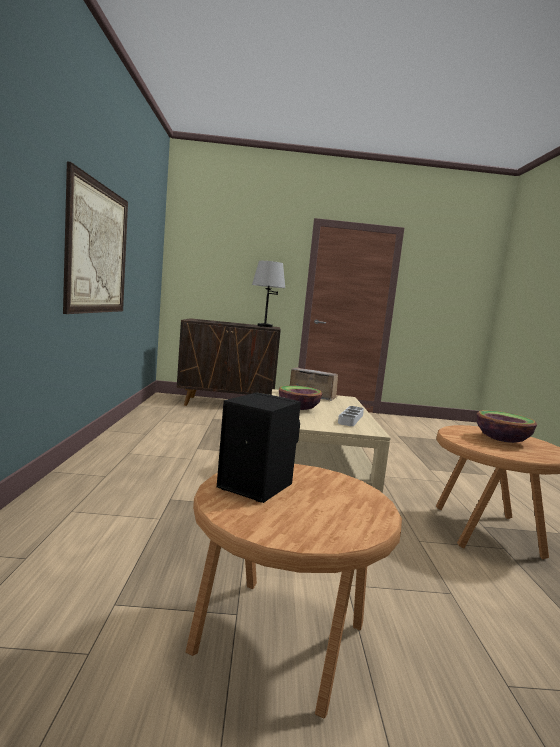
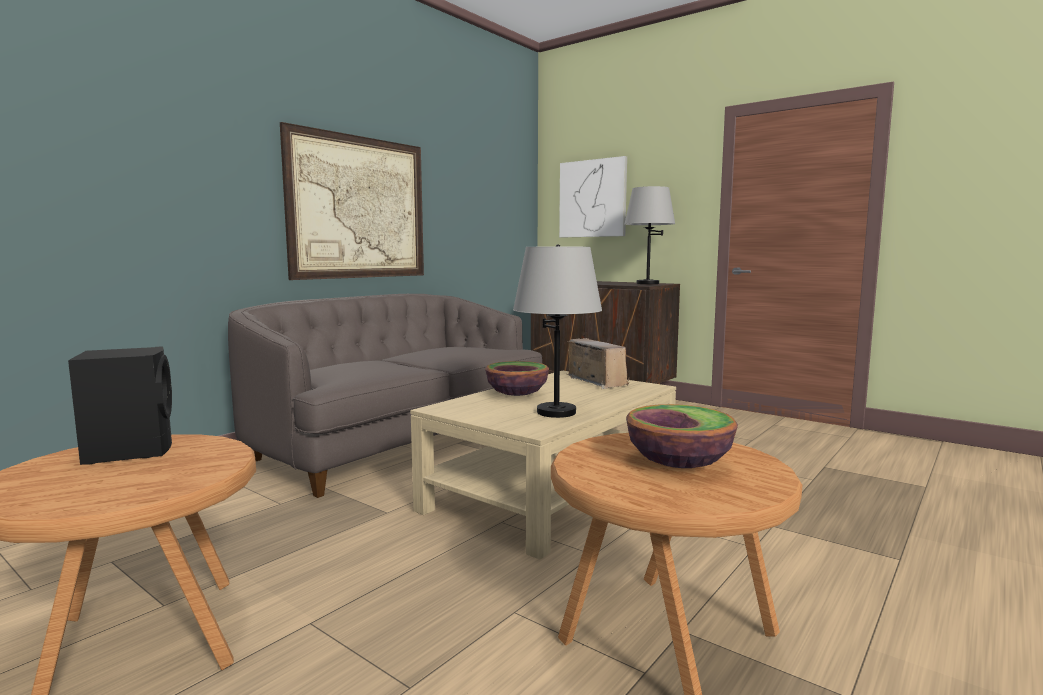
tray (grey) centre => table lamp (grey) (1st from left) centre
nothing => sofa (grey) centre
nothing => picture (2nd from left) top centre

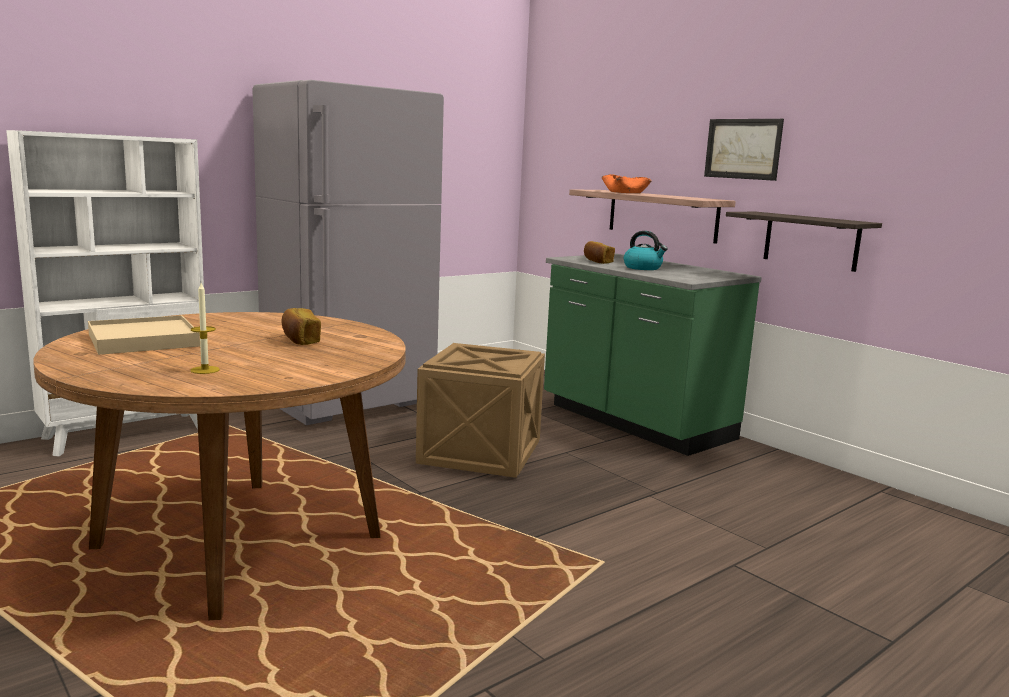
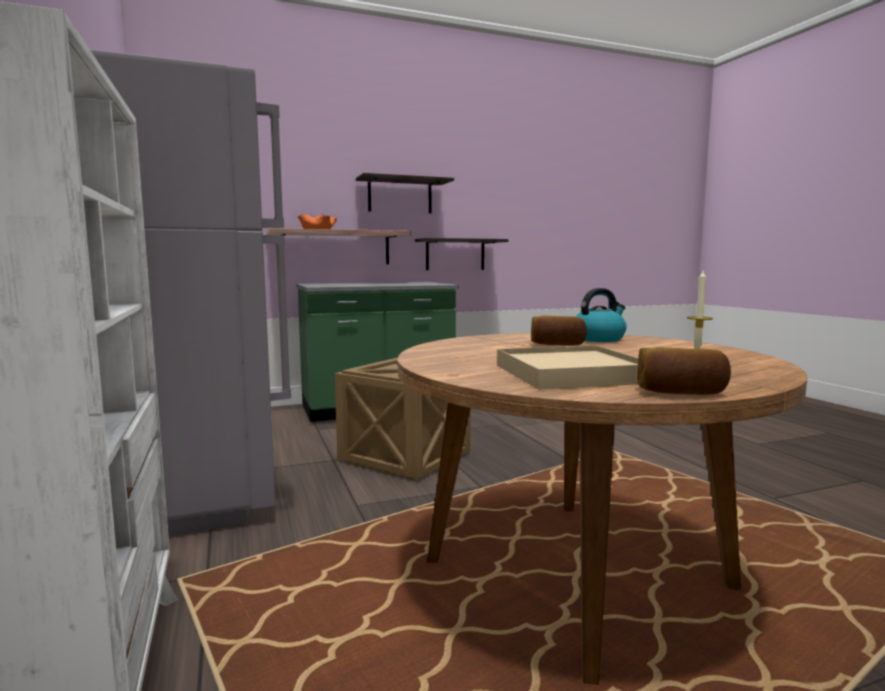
bread (2nd from left) centre => bread (2nd from left) middle right, move
kettle centre => kettle middle right, move
picture top right => shelf (2nd from left) top centre

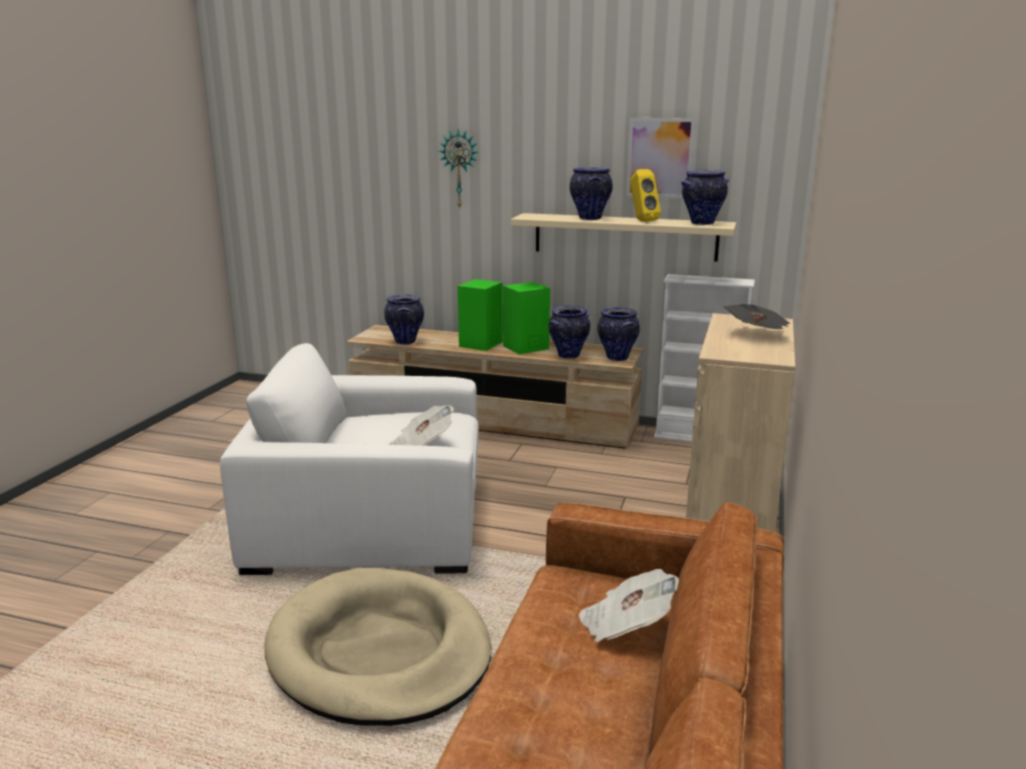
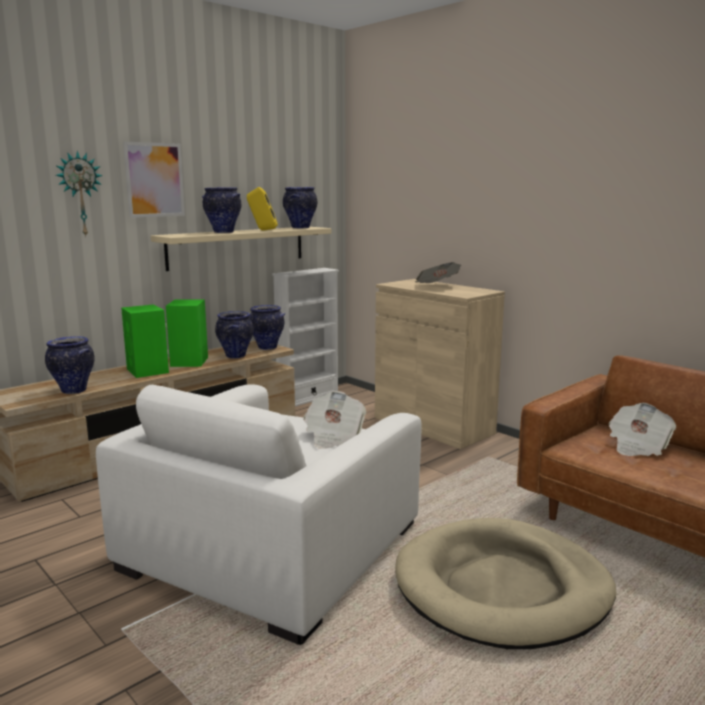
picture top centre => picture top left, move

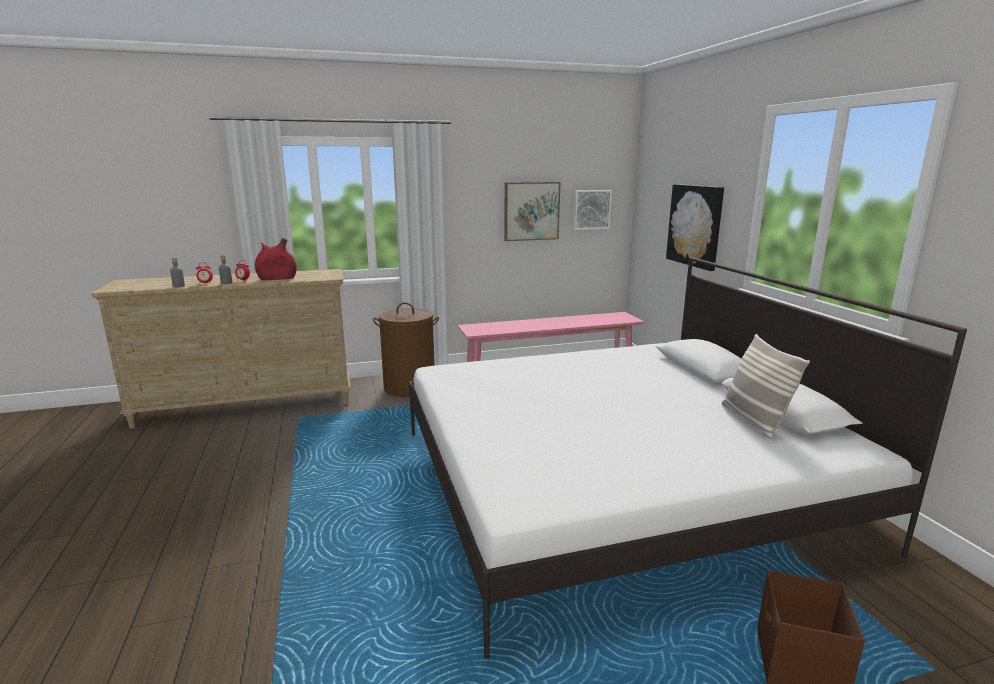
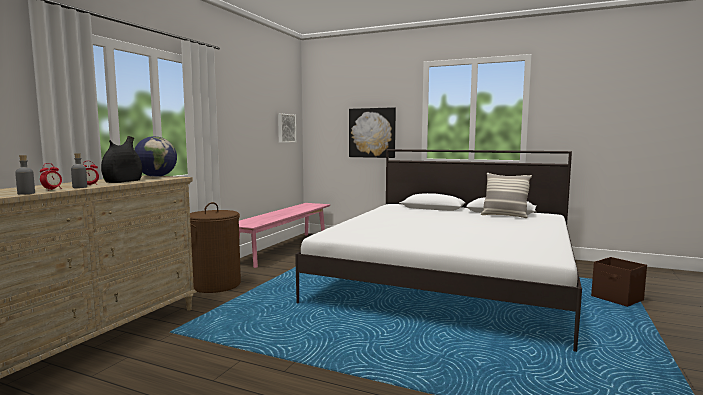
vase (red) middle left => vase (black) middle left
picture (1st from left) top centre => nothing
nothing => globe middle left

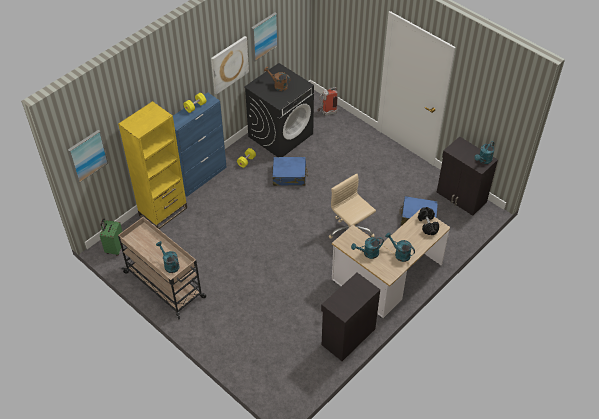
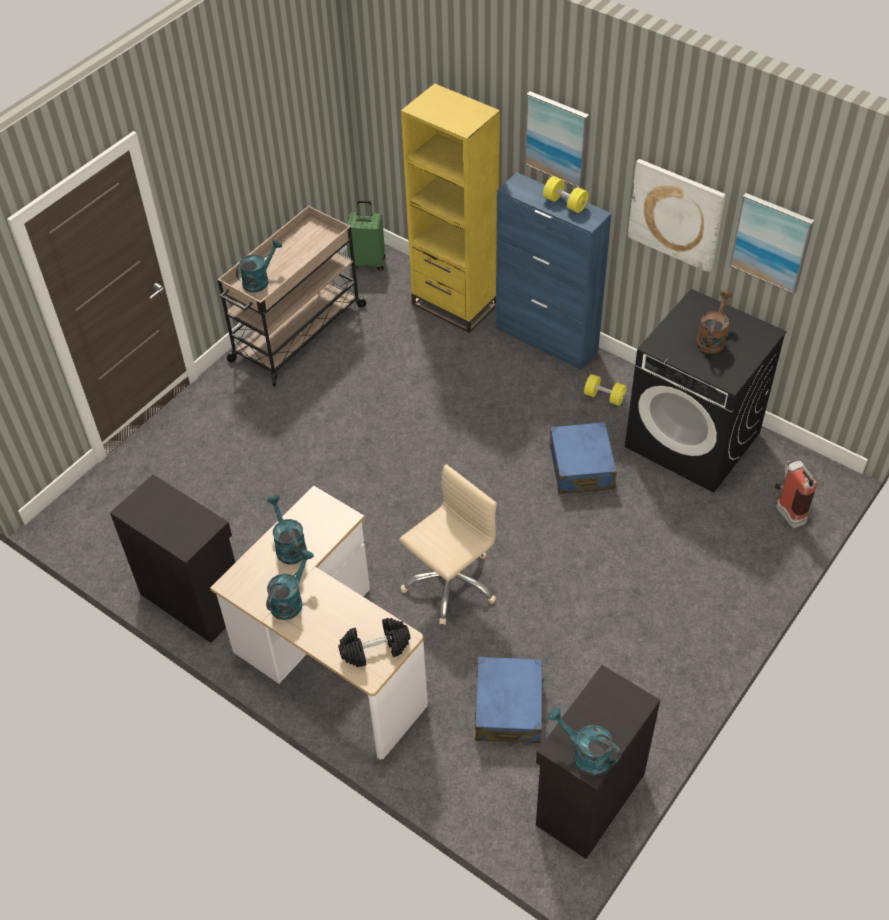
picture (1st from left) middle left => picture (1st from left) top centre, move

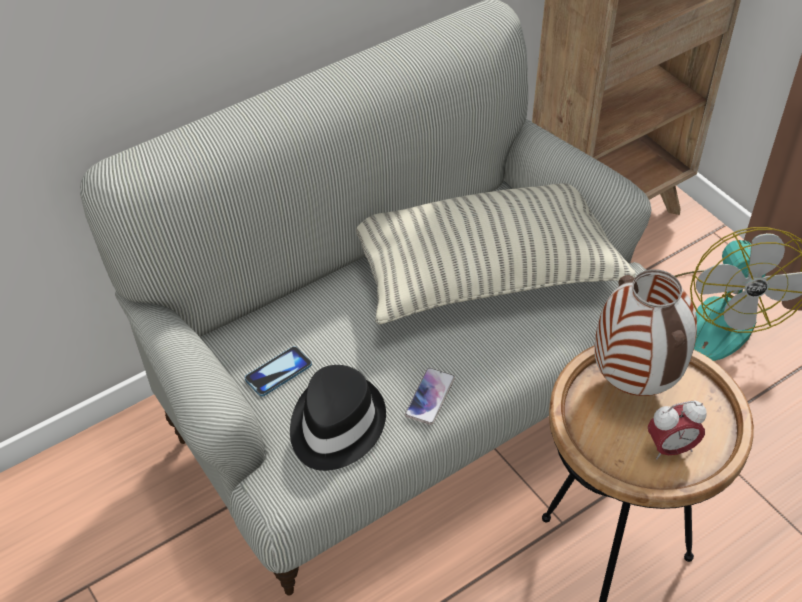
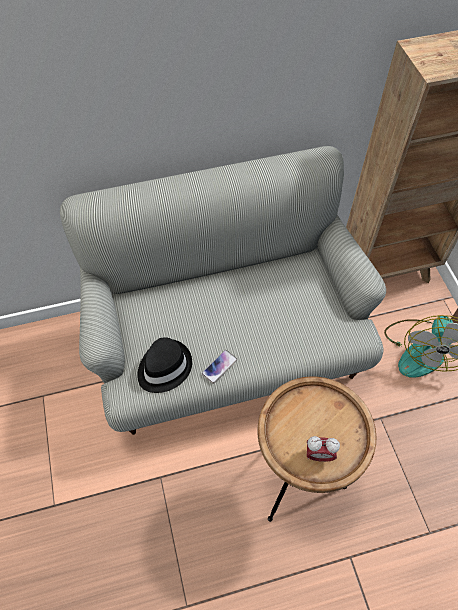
phone (1st from left) centre => nothing
pillow centre => nothing
vase middle right => nothing

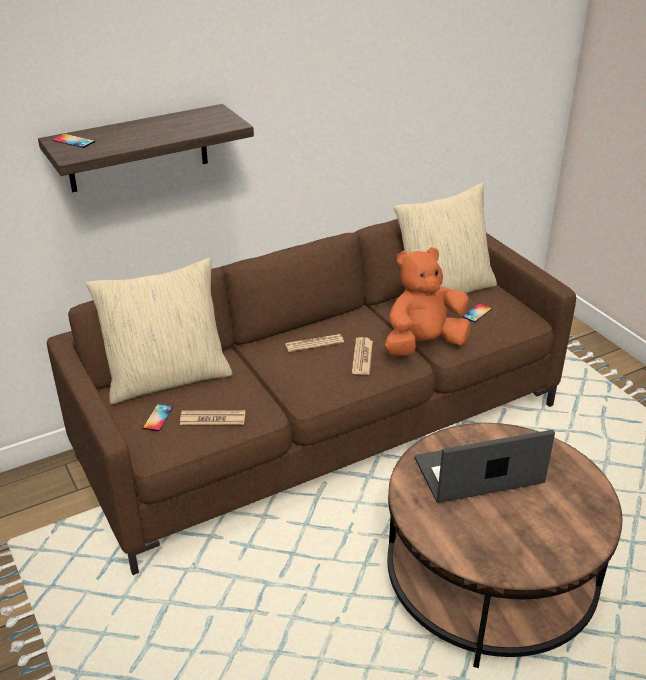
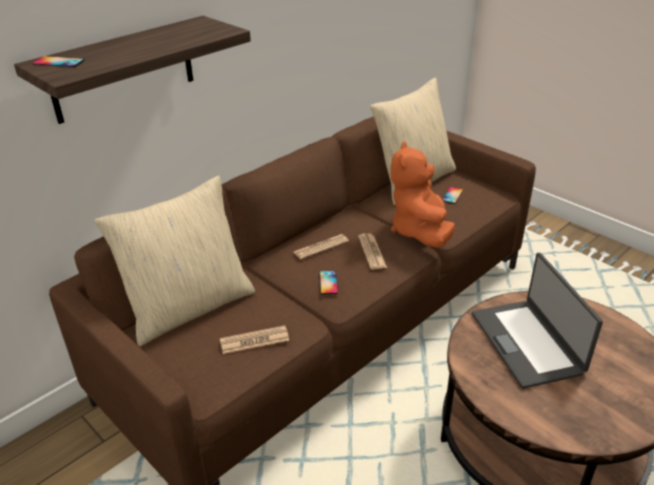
phone (2nd from left) middle left => phone (2nd from left) centre, move
plush toy (orange) centre, 45 degrees counterclockwise
laptop bottom right => laptop middle right, 75 degrees counterclockwise

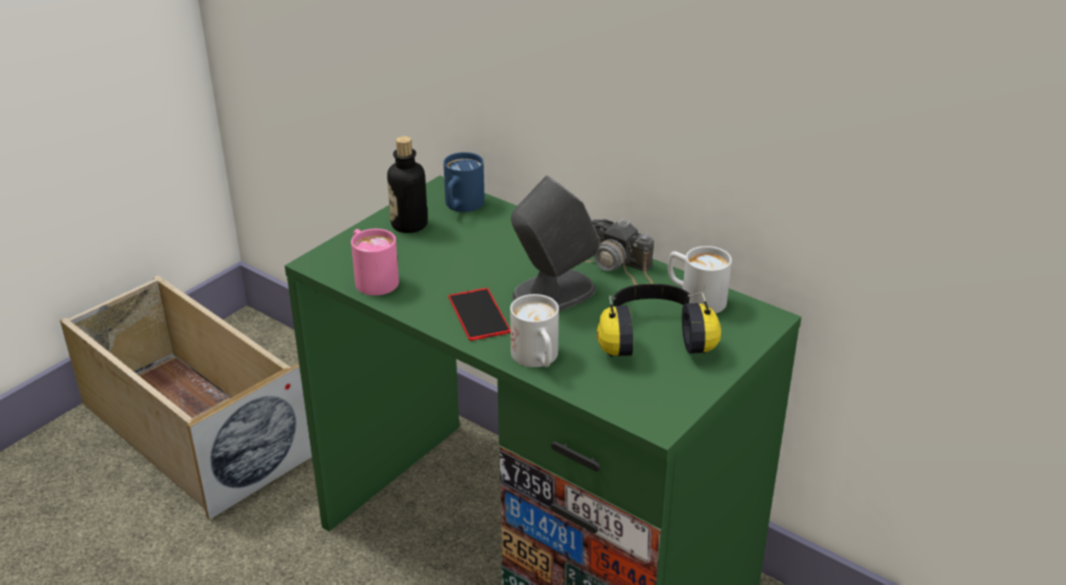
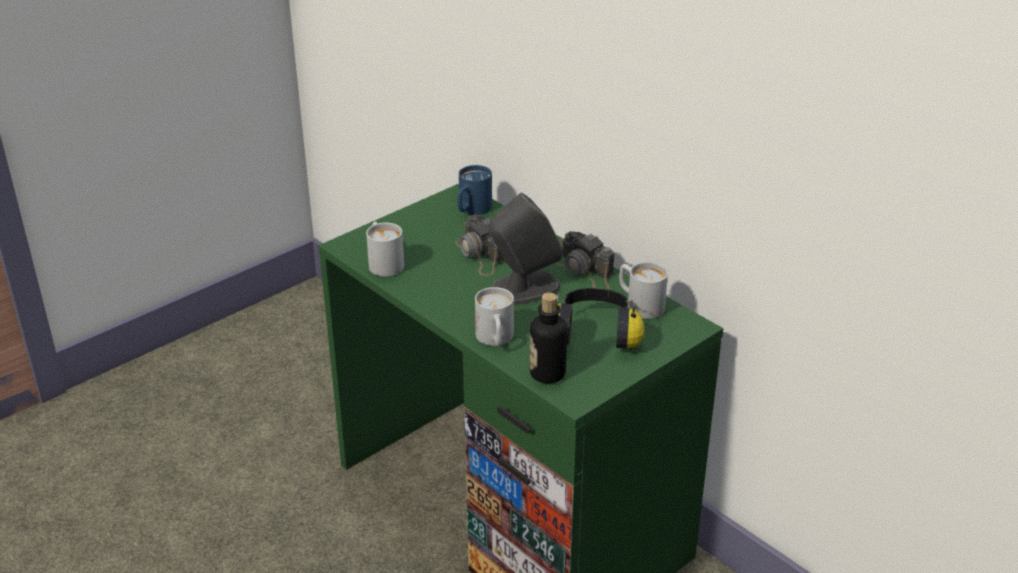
storage box (beige) bottom left => nothing
mug (pink) centre => mug (white) (1st from left) centre
bottle top centre => bottle centre, move
phone centre => nothing
nothing => photo camera (1st from left) centre

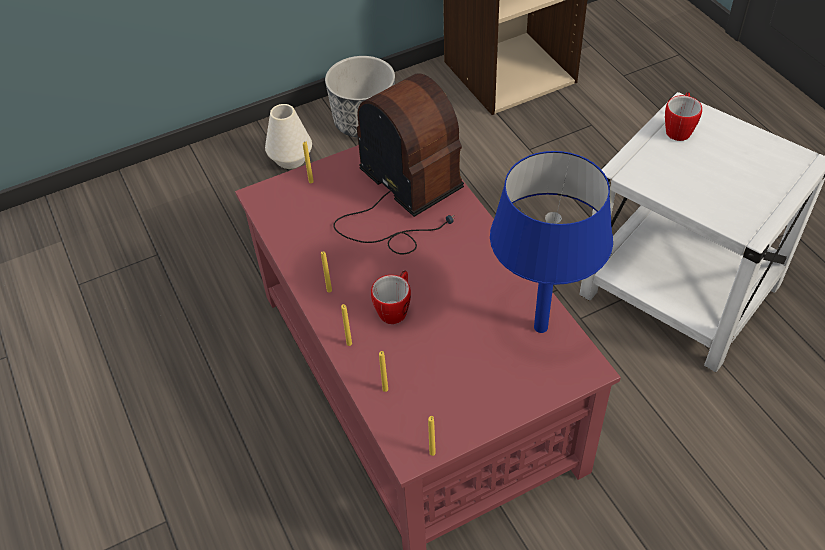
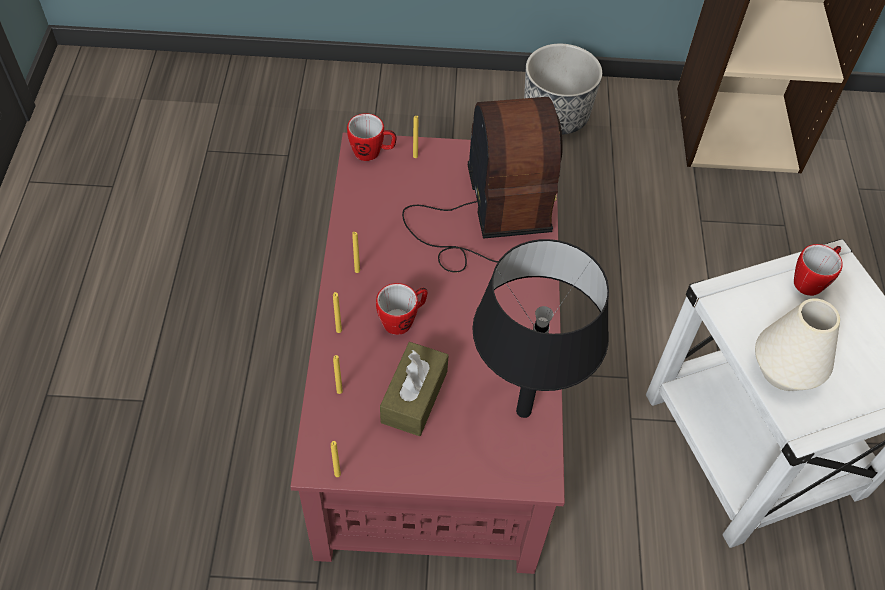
vase (white) top centre => vase (white) middle right, move
table lamp (blue) middle right => table lamp (black) centre
nothing => mug (1st from left) top centre
nothing => tissue box (brown) centre

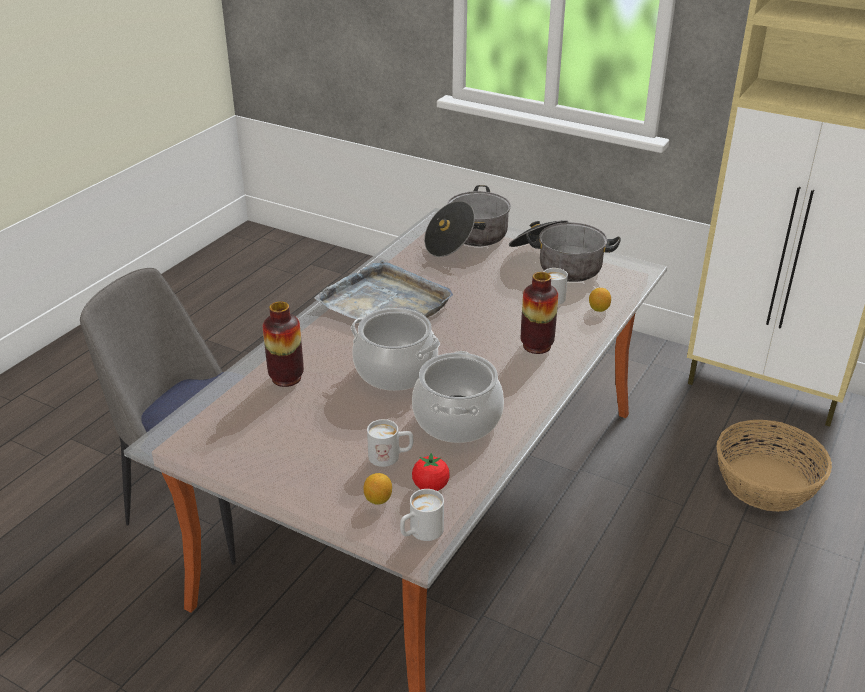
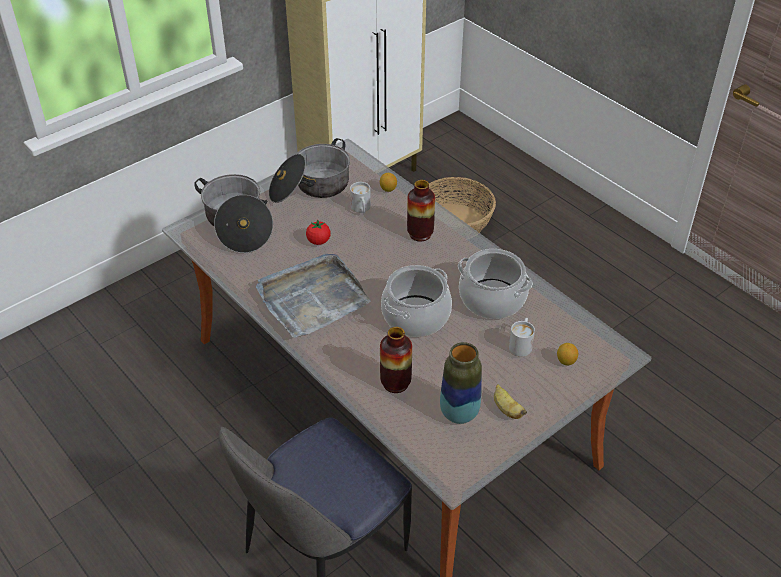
mug (white) (2nd from left) bottom centre => nothing
tomato bottom centre => tomato centre, move
nothing => vase (3rd from left) centre
nothing => banana bottom centre

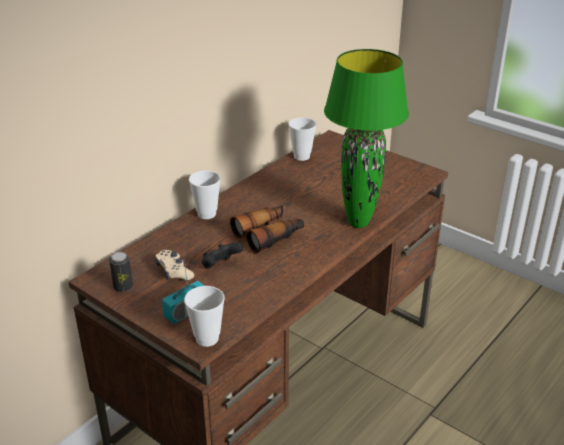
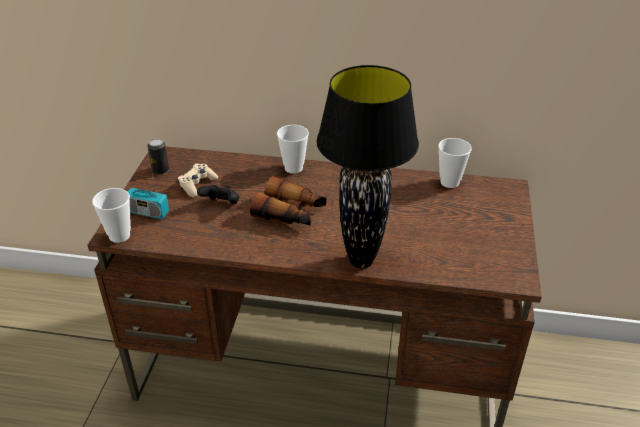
table lamp (green) top centre => table lamp (black) centre

